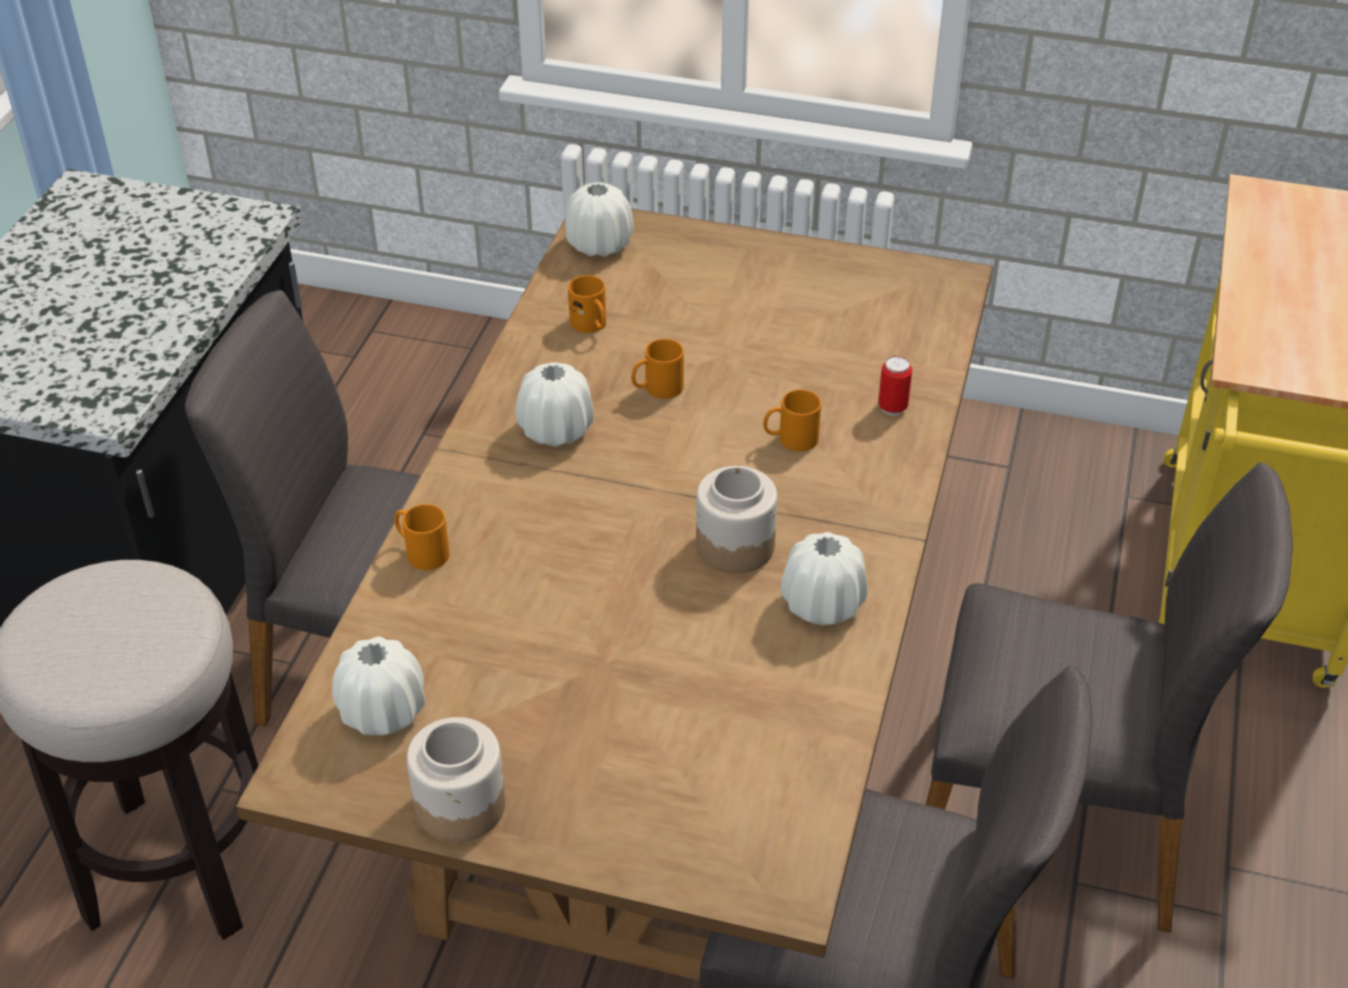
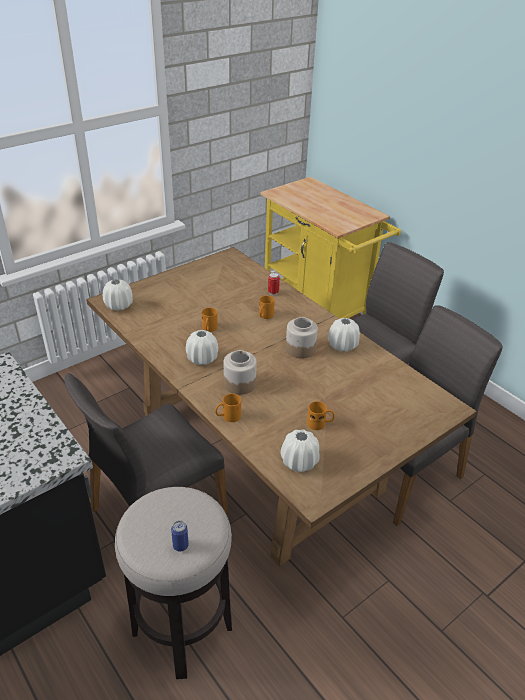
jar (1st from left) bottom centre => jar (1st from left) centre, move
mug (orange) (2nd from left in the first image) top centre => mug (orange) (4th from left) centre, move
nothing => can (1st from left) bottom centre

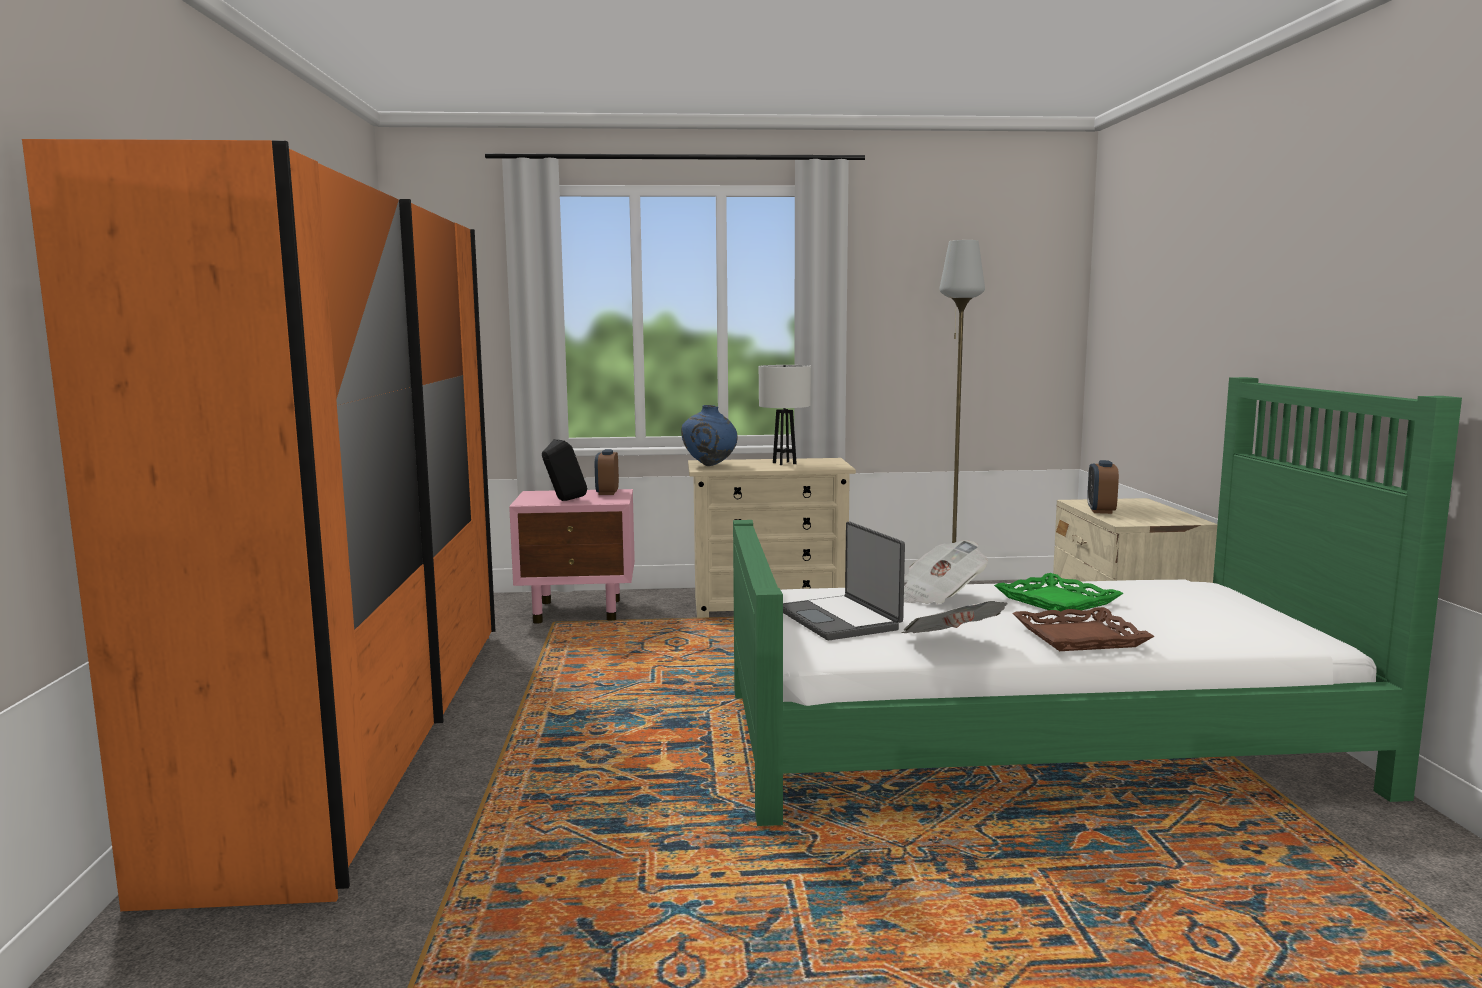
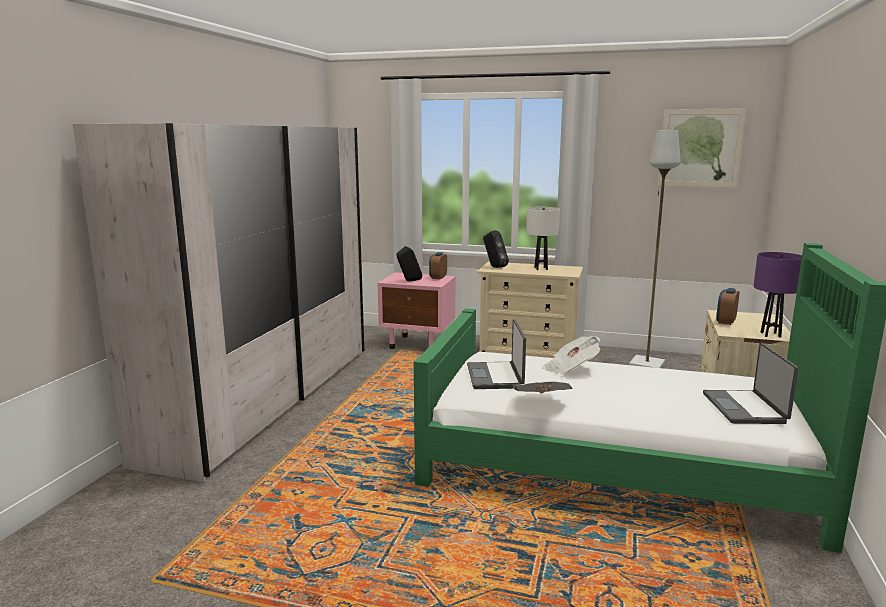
wardrobe (orange) middle left => wardrobe (white) middle left
vase (blue) centre => speaker (black) (2nd from left) centre
tray (green) middle right => nothing
tray (brown) middle right => nothing
nothing => picture top right
nothing => laptop (2nd from left) middle right
nothing => table lamp (purple) middle right

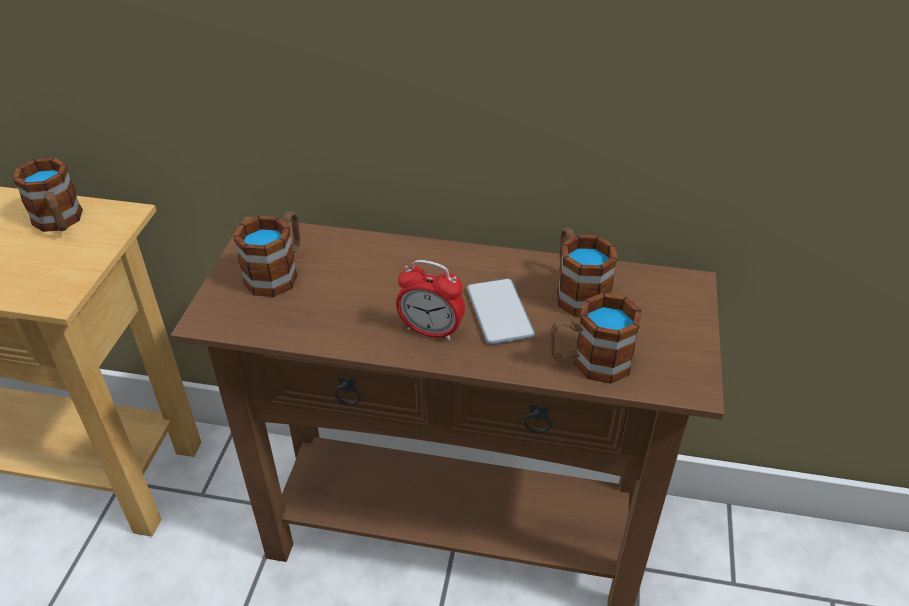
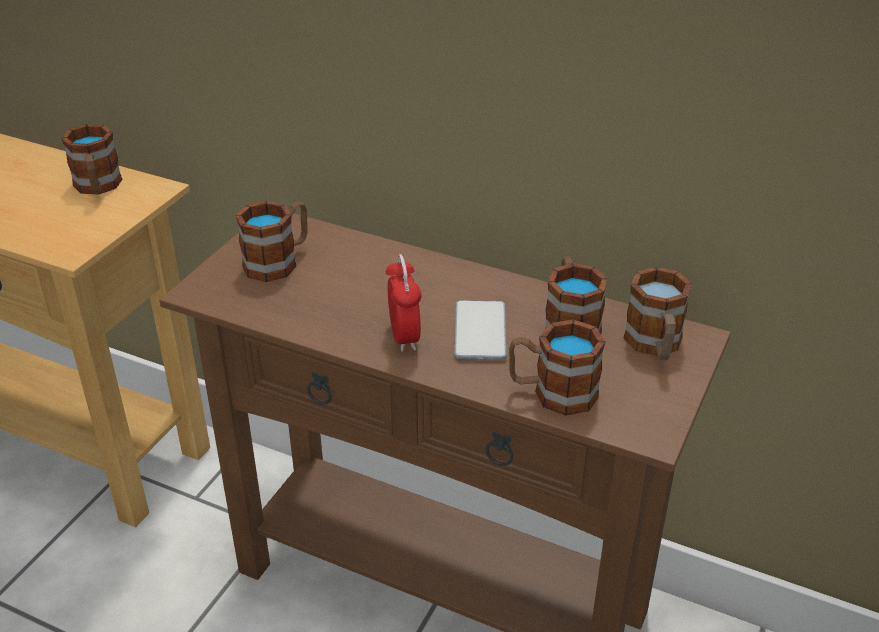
alarm clock centre, 135 degrees counterclockwise
nothing => mug (5th from left) middle right

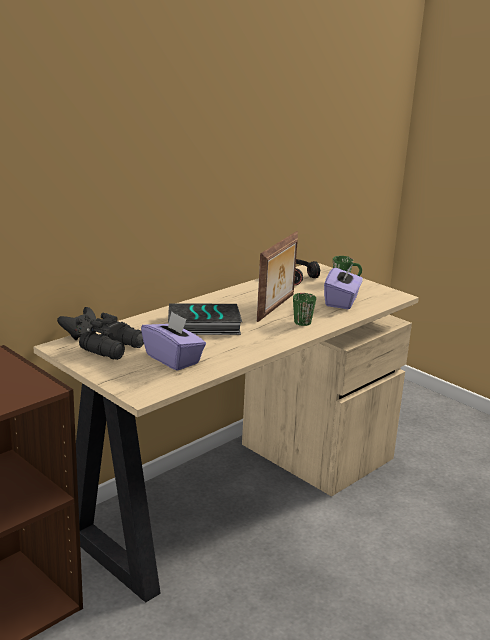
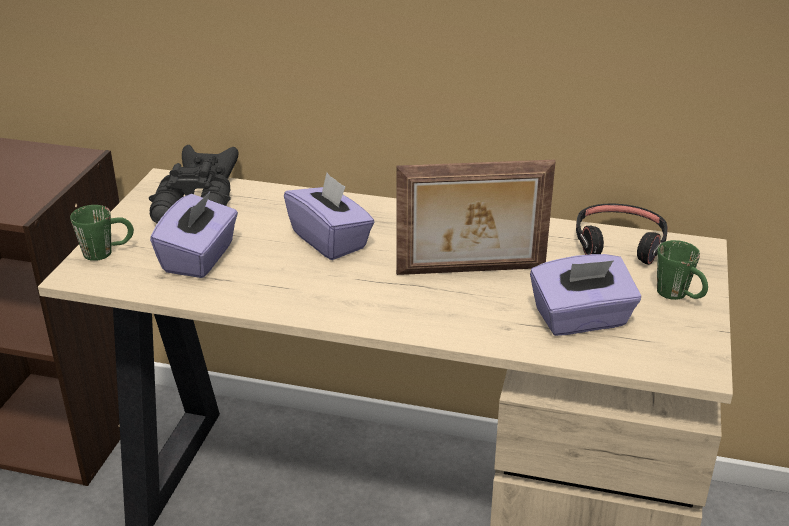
book centre => tissue box (purple) (2nd from left) centre
mug (green) (1st from left) centre => mug (green) (1st from left) middle left, move

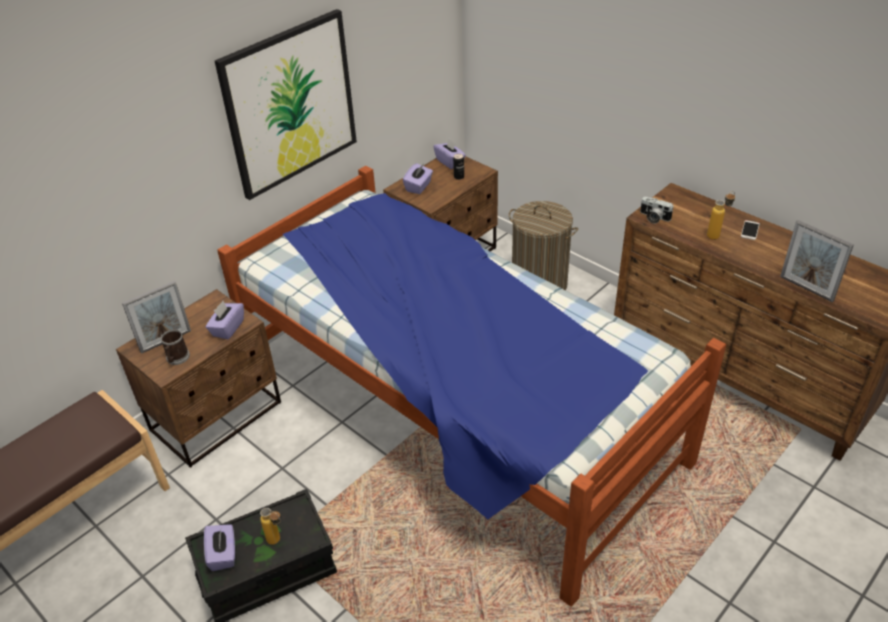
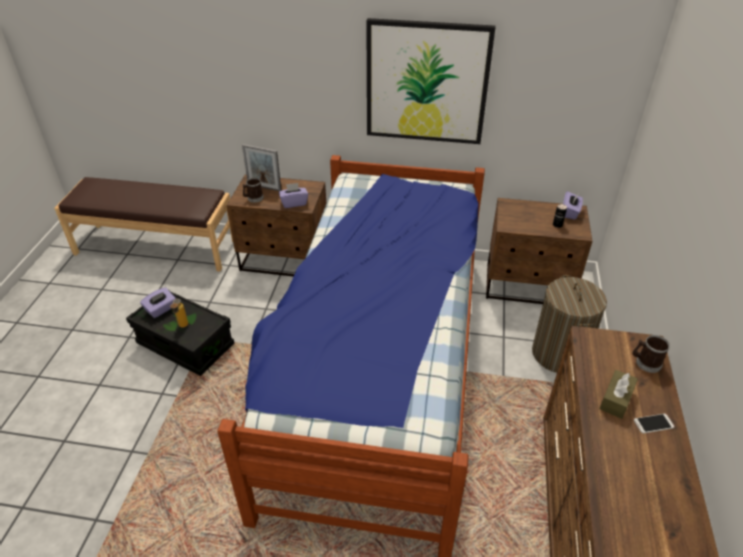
tissue box (purple) (3rd from left) top centre => nothing
photo camera middle right => nothing
bottle (2nd from left) middle right => tissue box (brown) bottom right
picture frame (2nd from left) middle right => nothing
nothing => mug (2nd from left) middle right

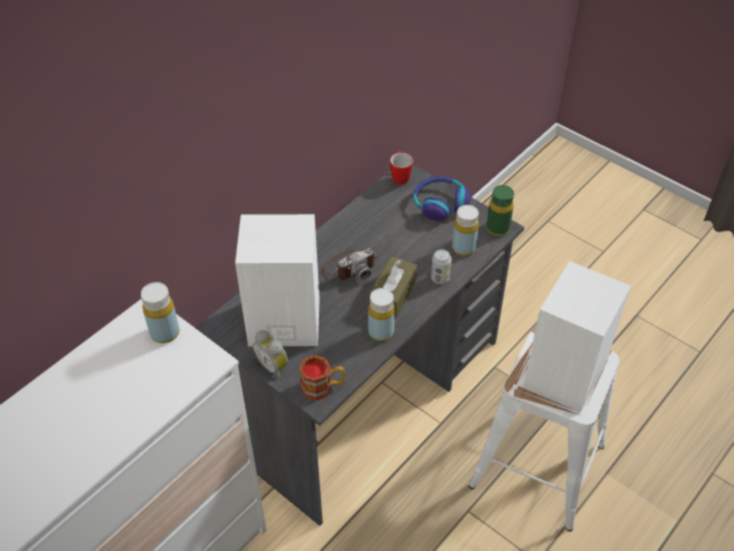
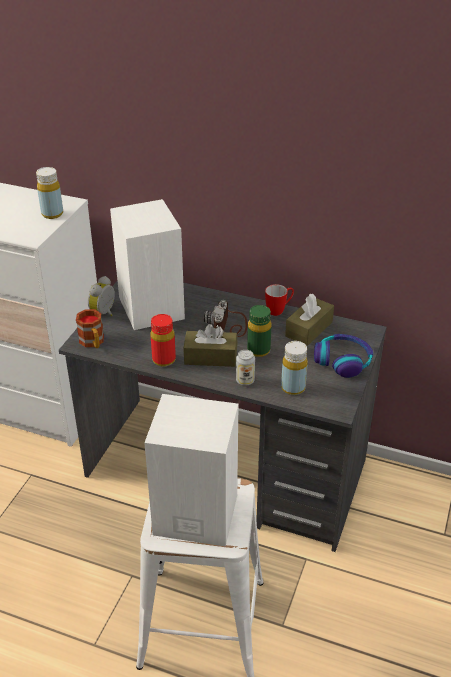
photo camera centre, 60 degrees clockwise
bottle (yellow) (2nd from left) centre => bottle (red) centre
mug (2nd from left) top centre => mug (2nd from left) centre, move
bottle (green) middle right => bottle (green) centre, move
nothing => tissue box (brown) (2nd from left) middle right

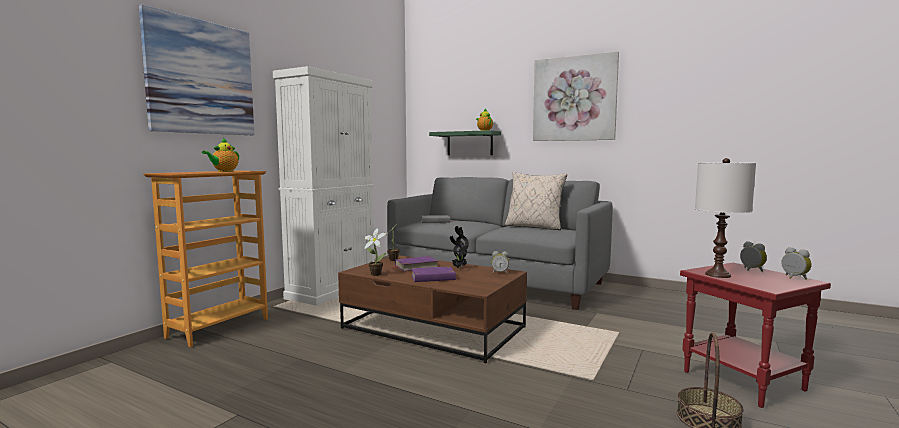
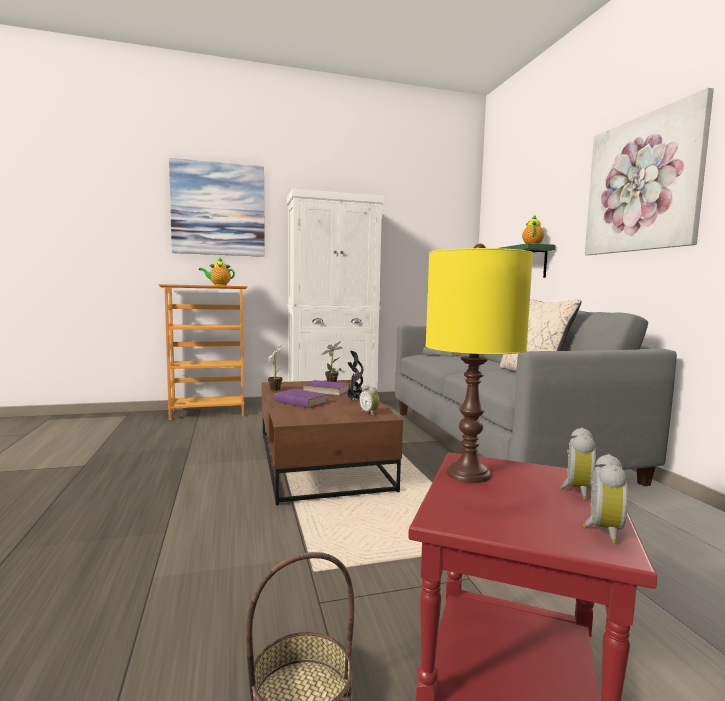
table lamp (white) middle right => table lamp (yellow) centre

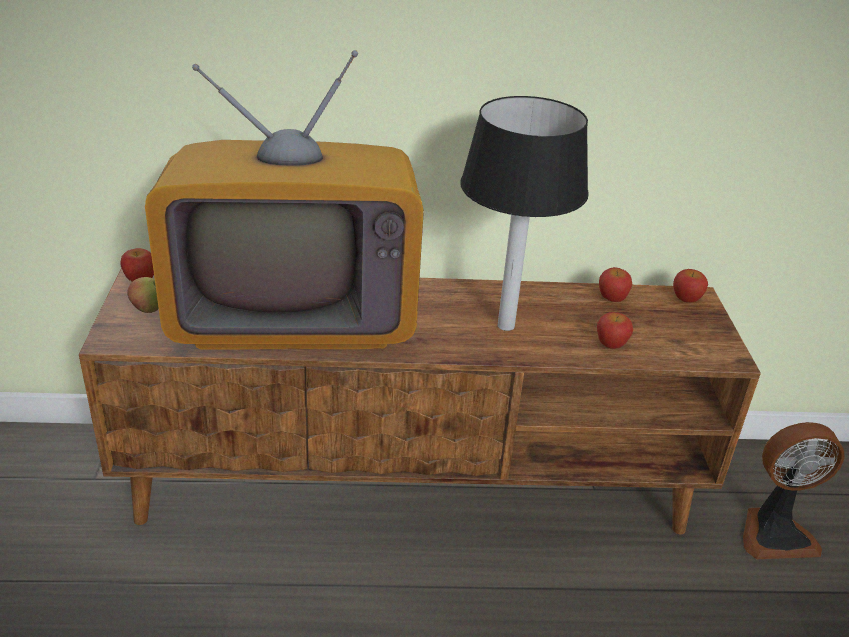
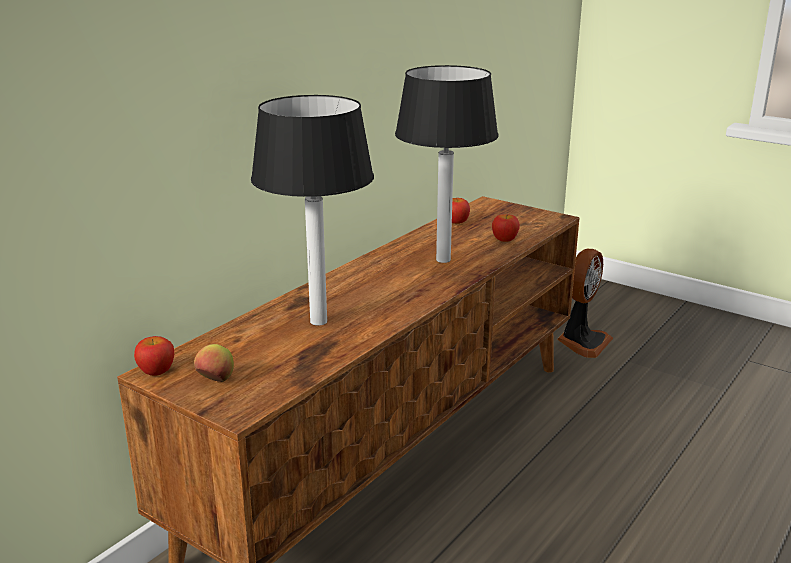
television top centre => table lamp (1st from left) centre
apple (5th from left) middle right => nothing

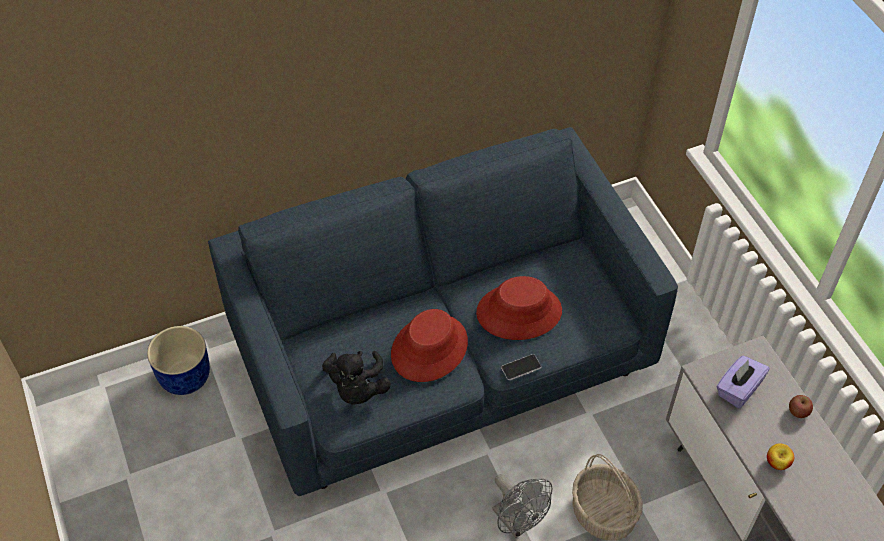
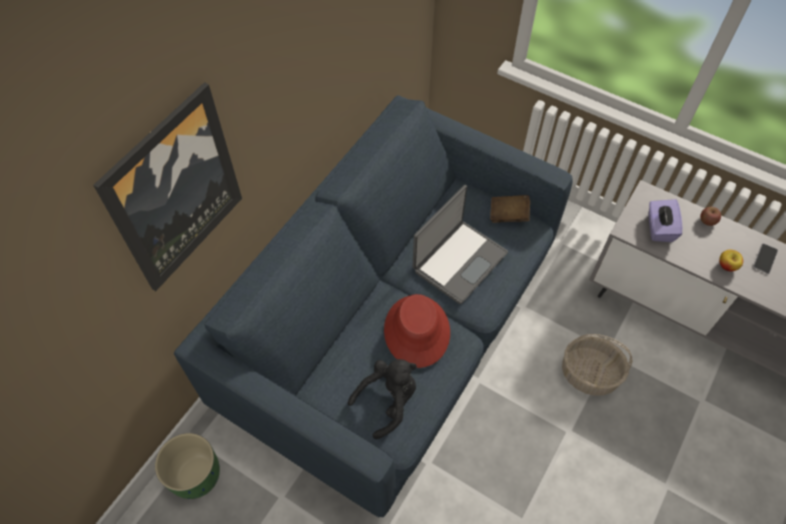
planter (blue) middle left => planter (green) bottom left
plush toy (black) bottom centre, 90 degrees counterclockwise
hat (red) (2nd from left) centre => laptop centre
fan (grey) bottom centre => nothing
phone bottom centre => phone middle right, move
nothing => picture middle left
nothing => book (brown) centre

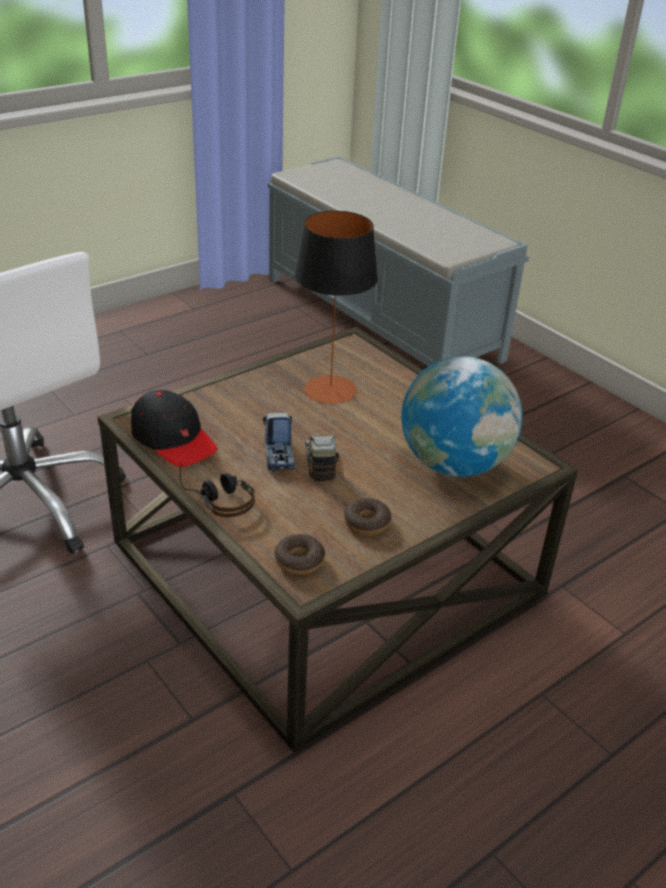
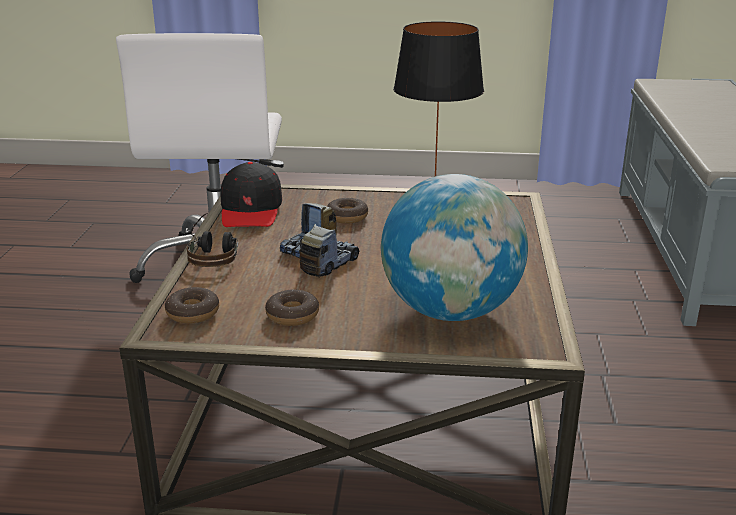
nothing => donut (3rd from left) centre

